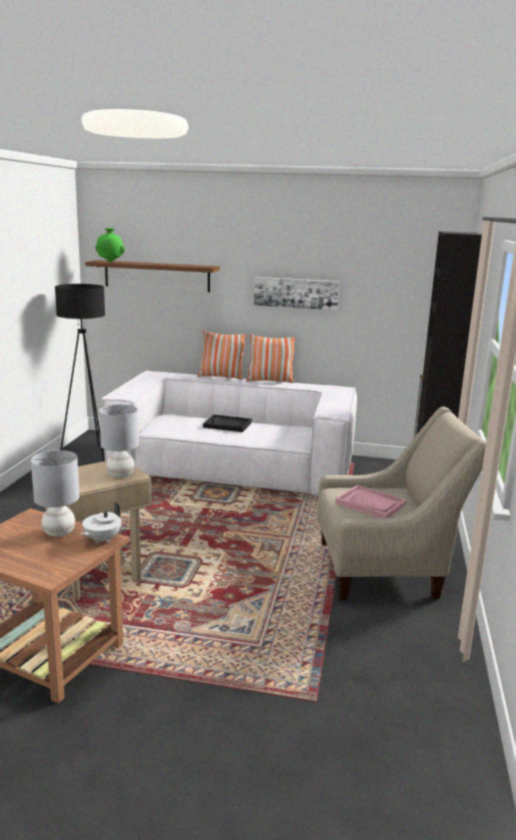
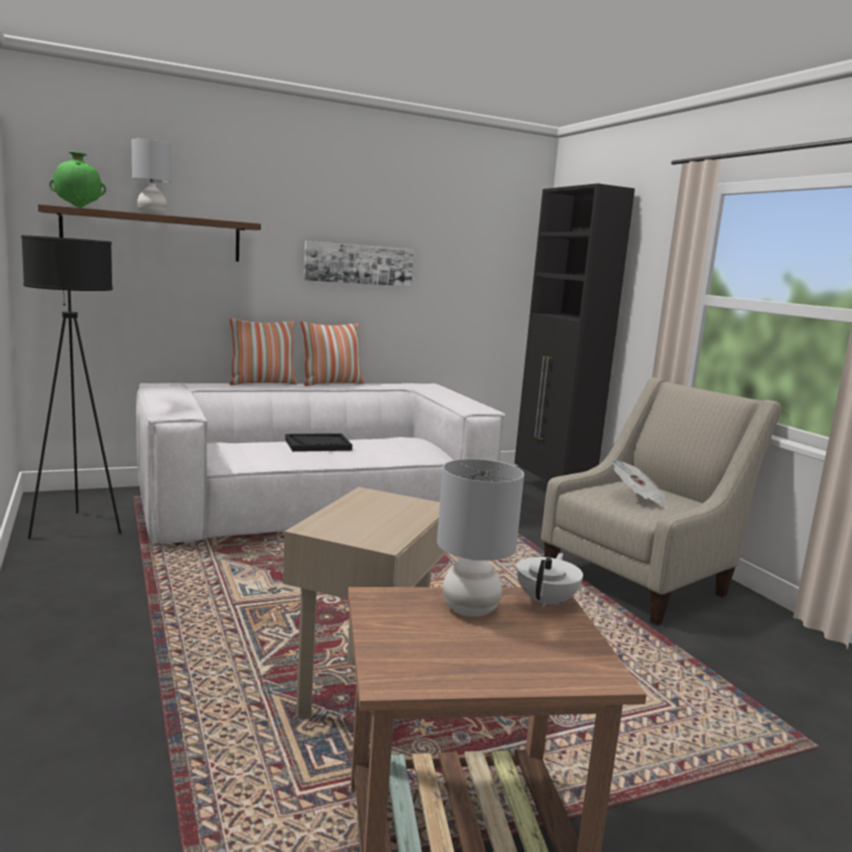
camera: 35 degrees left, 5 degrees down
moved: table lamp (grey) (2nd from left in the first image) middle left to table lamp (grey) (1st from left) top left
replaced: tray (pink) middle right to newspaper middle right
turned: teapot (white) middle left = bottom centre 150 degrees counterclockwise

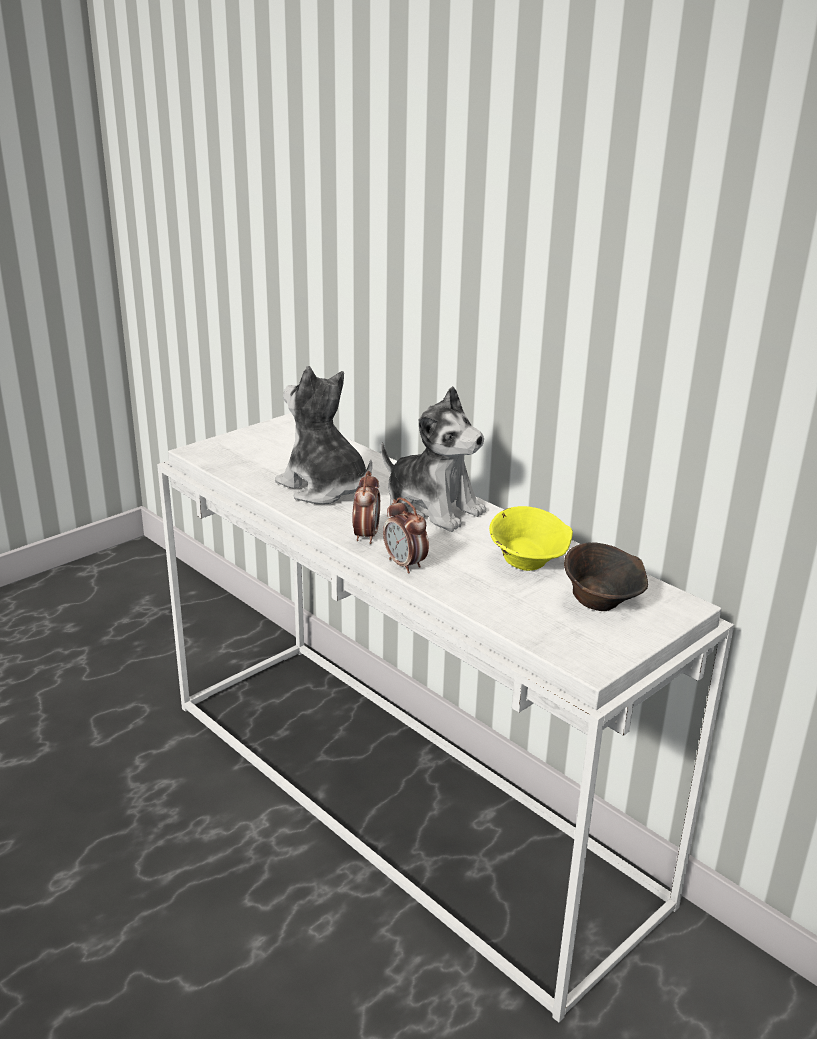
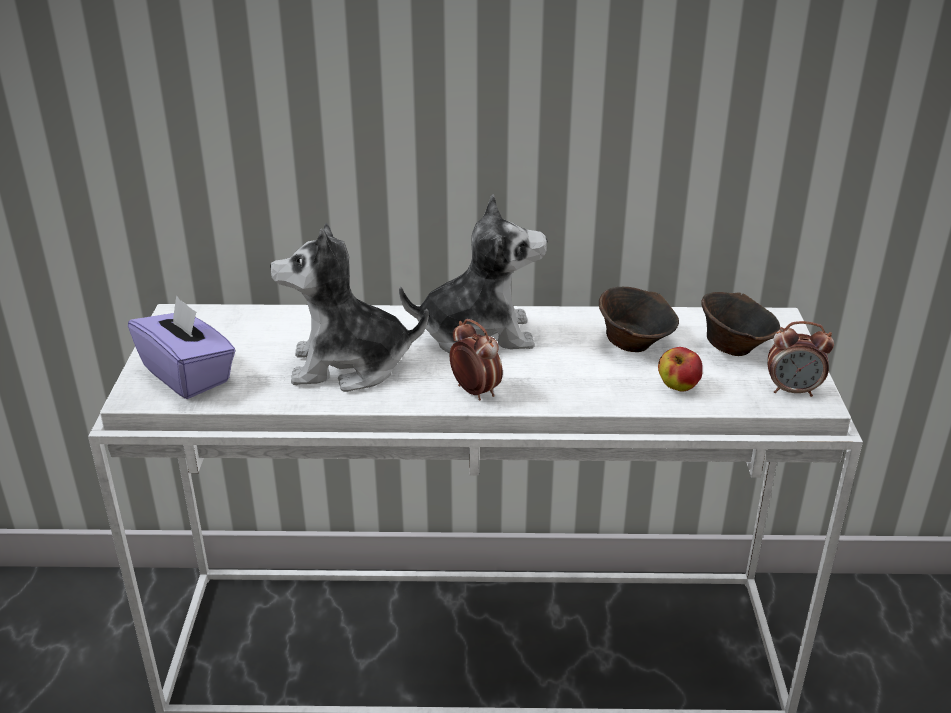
camera: 45 degrees left, 5 degrees up
added: tissue box (purple) middle left; apple middle right
moved: alarm clock (2nd from left) centre to middle right
recoloured: bowl (yellow) centre to bowl (brown) (1st from left) middle right

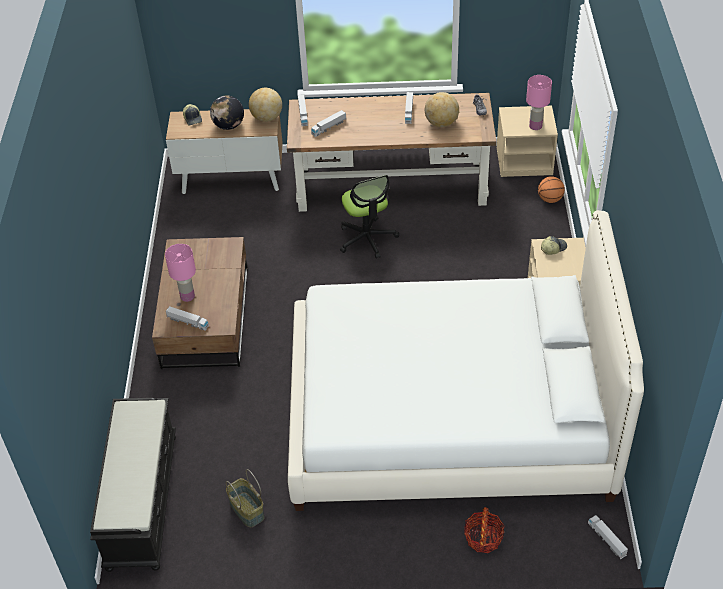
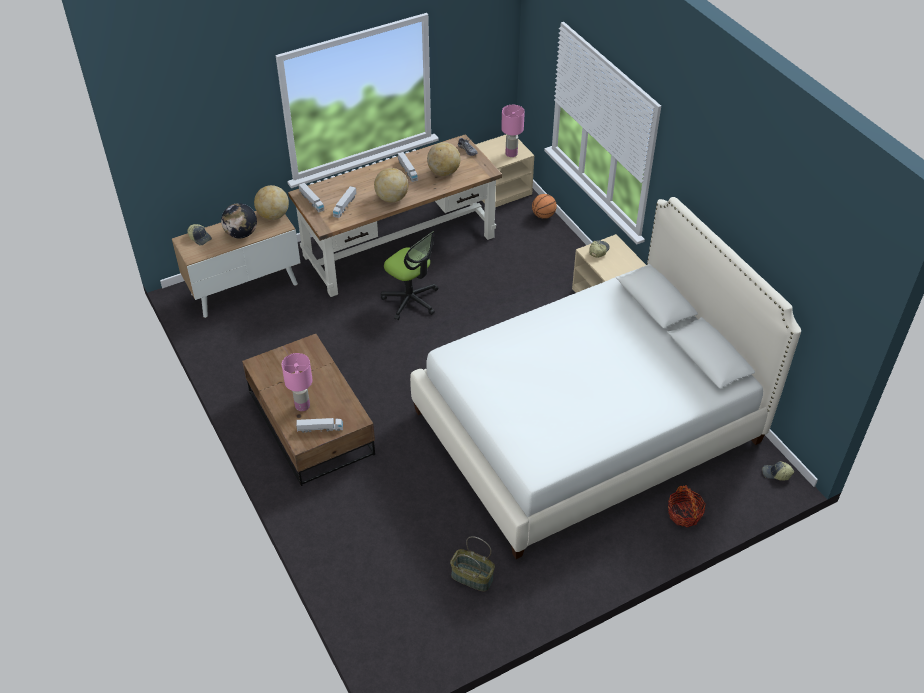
camera: 30 degrees left, 0 degrees up
removed: bench (black) bottom left
added: globe (3rd from left) top centre
replaced: toy truck (5th from left) bottom right to cap (3rd from left) bottom right

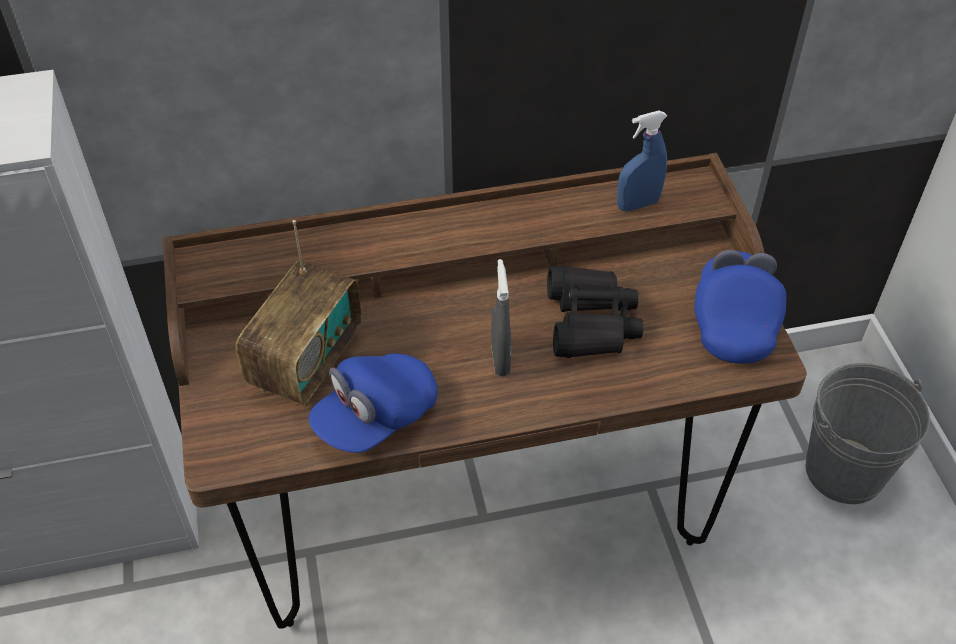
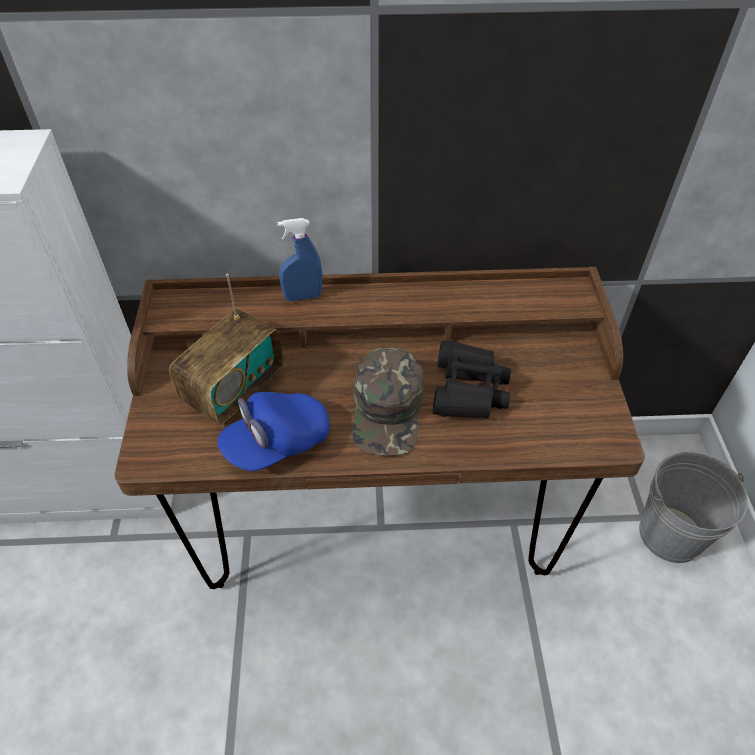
camera: 10 degrees right, 0 degrees up
removed: cap (blue) (2nd from left) middle right
moved: spray bottle (blue) top right to centre
replaced: spray bottle (grey) centre to cap (green) centre

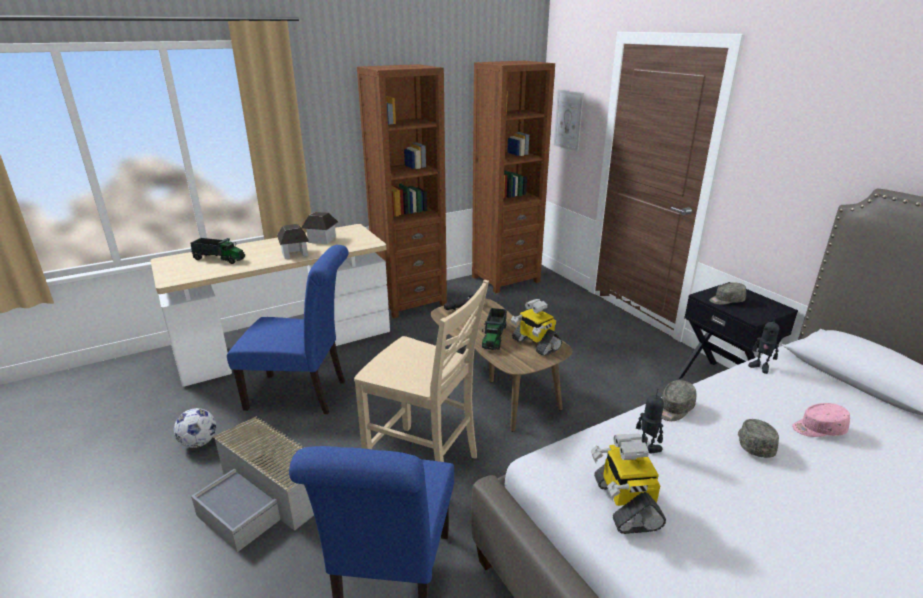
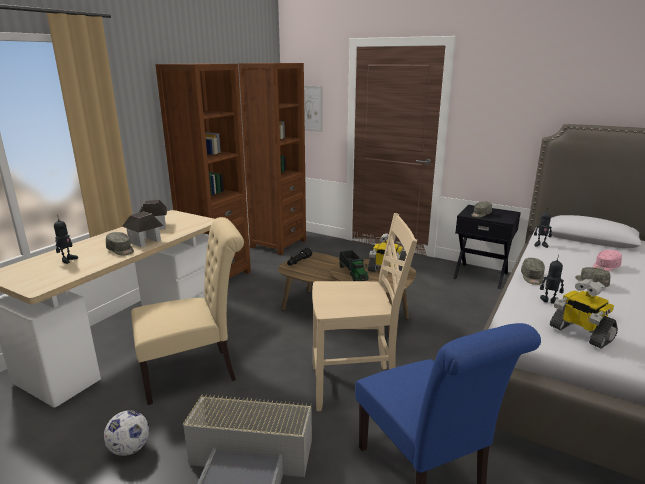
camera: 30 degrees left, 5 degrees down
added: cap (grey) (1st from left) middle left
replaced: toy truck (1st from left) middle left to toy robot (1st from left) middle left
recoloured: chair (blue) (1st from left) middle left to chair (beige) (1st from left) middle left

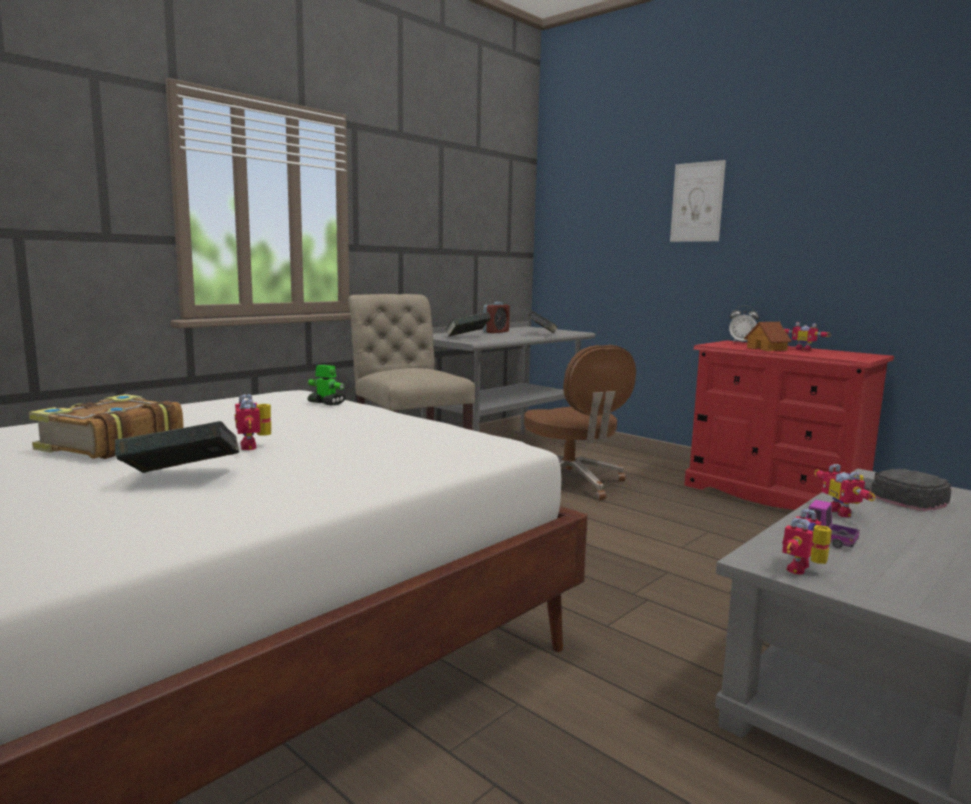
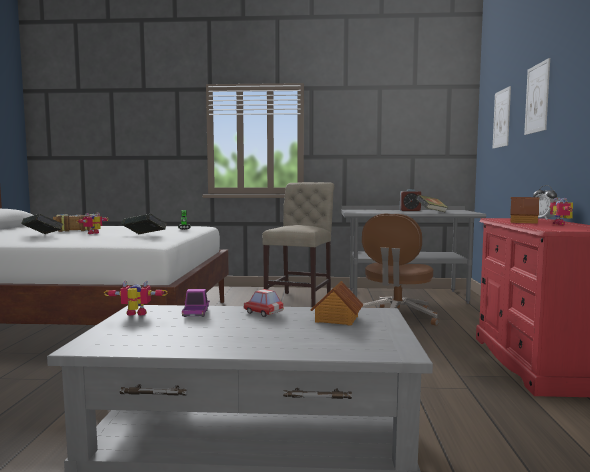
camera: 50 degrees right, 5 degrees down
added: picture (1st from left) top right
moved: book (3rd from left) centre to middle left
replaced: toy robot (5th from left) middle right to toy car centre; cap (black) middle right to toy house (1st from left) centre

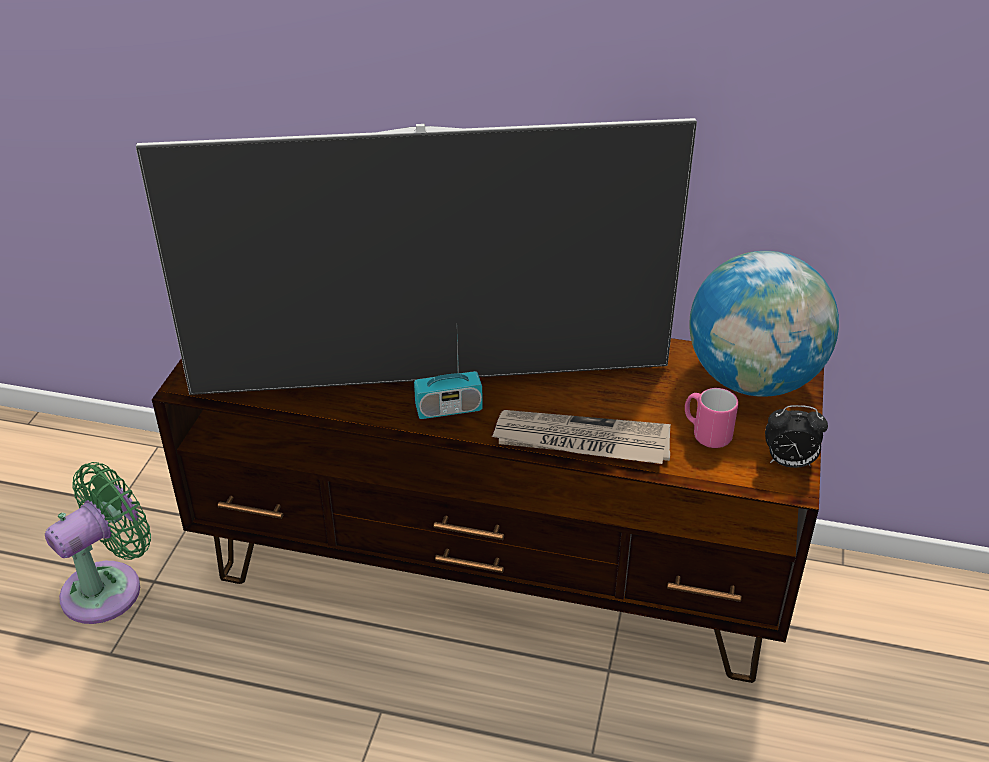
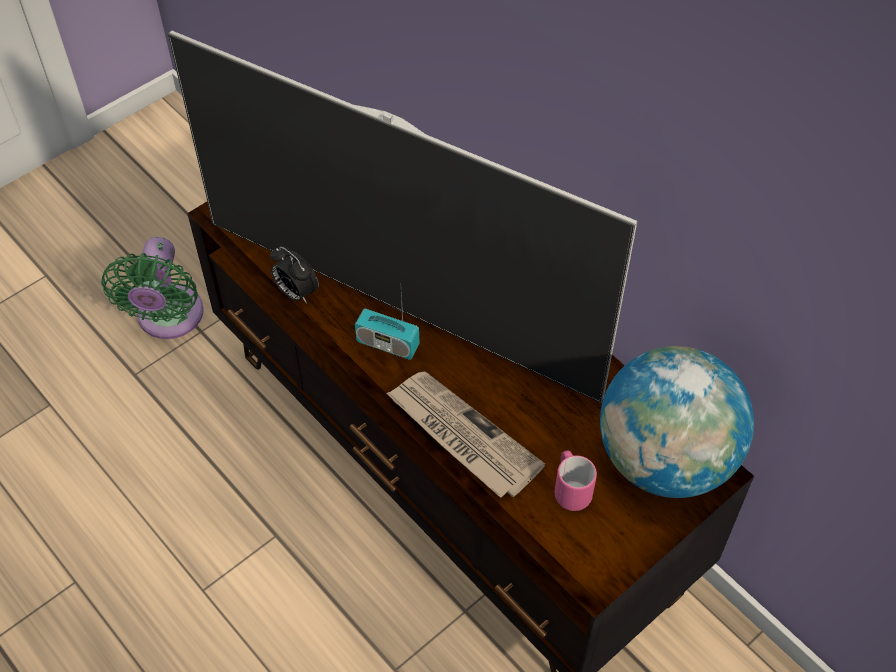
camera: 35 degrees right, 15 degrees up
moved: alarm clock middle right to middle left
turned: fan (green) bottom left = middle left 105 degrees clockwise

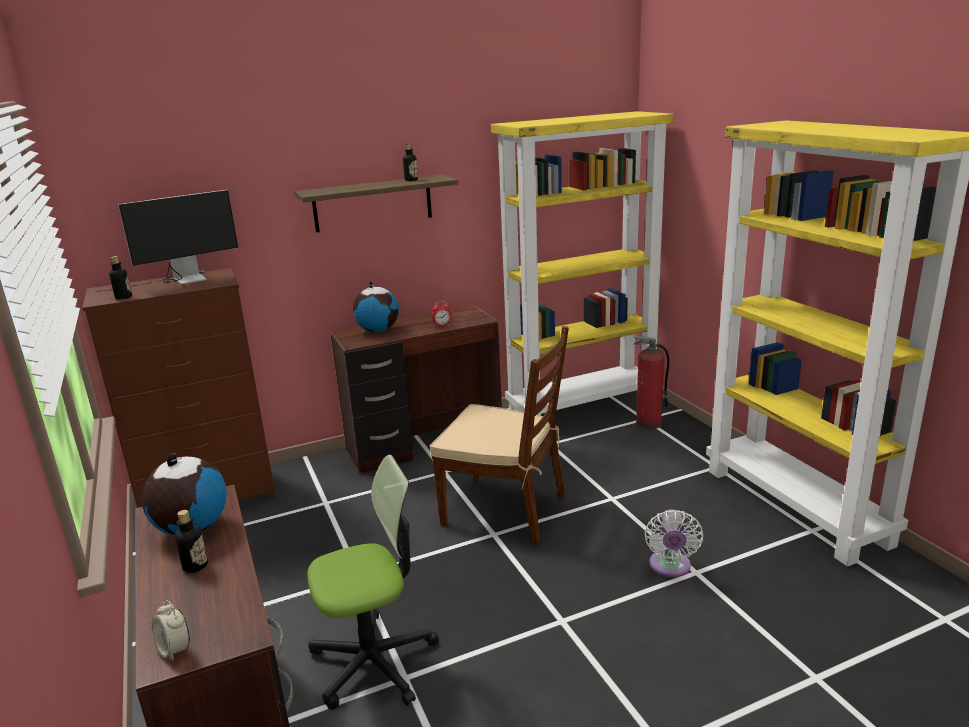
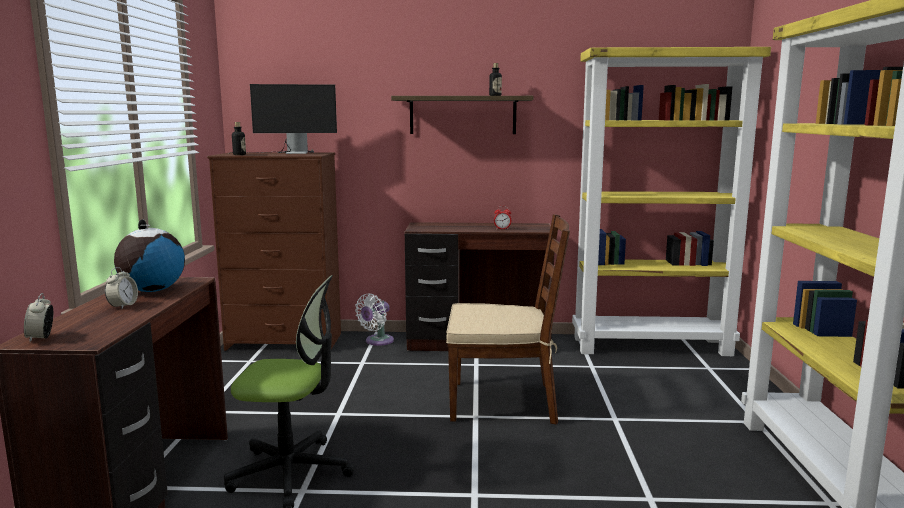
camera: 25 degrees right, 10 degrees down
removed: globe (2nd from left) centre; fire extinguisher middle right
moved: fan (white) bottom right to centre
replaced: bottle (2nd from left) bottom left to alarm clock (2nd from left) middle left
turned: chair (brown) centre = centre 45 degrees counterclockwise

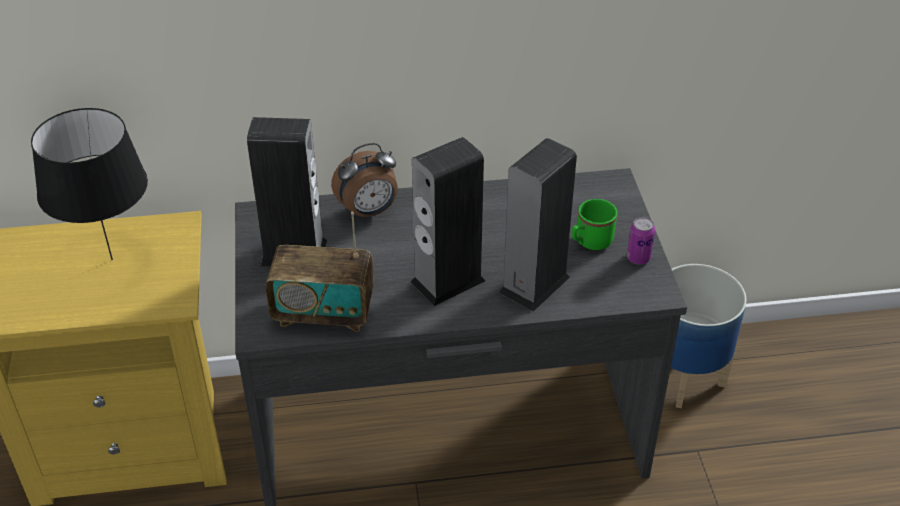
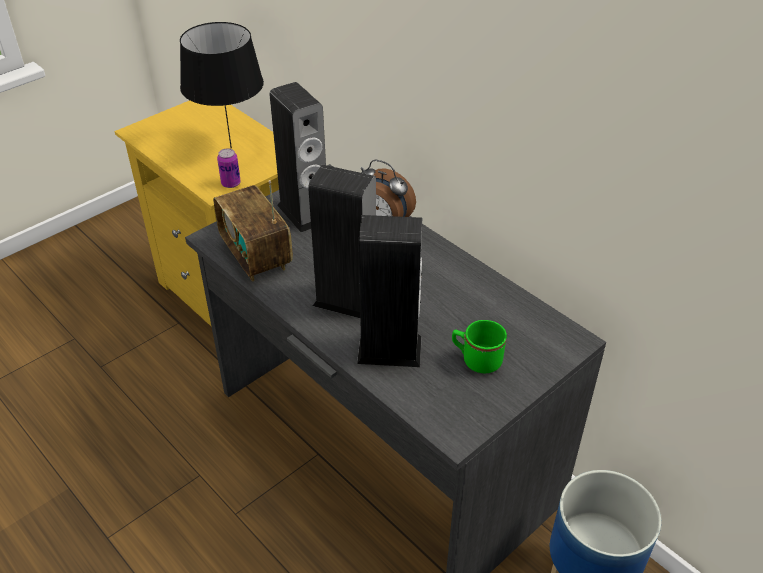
camera: 55 degrees right, 0 degrees up
moved: can middle right to top left

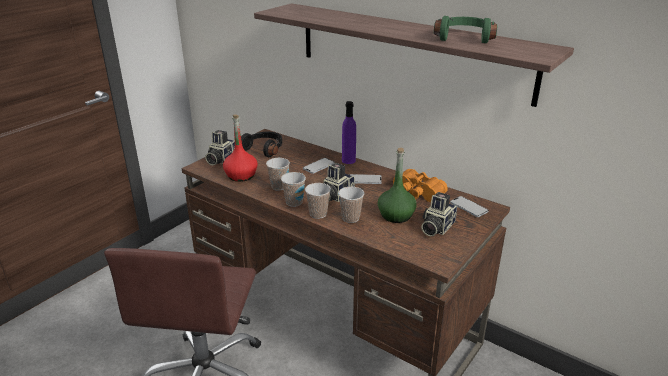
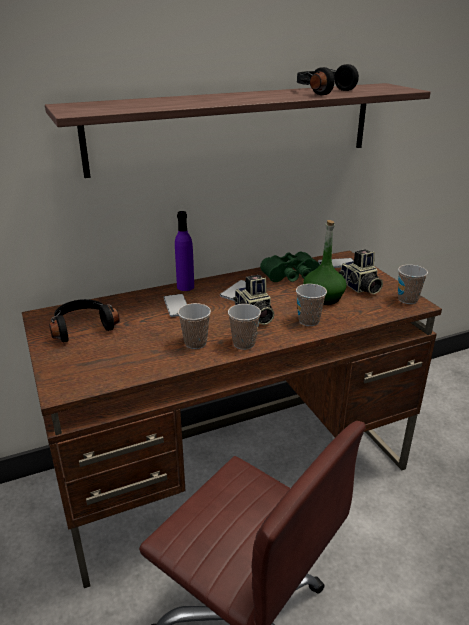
camera: 60 degrees left, 0 degrees up
removed: photo camera (1st from left) middle left; bottle (red) centre
moved: cup (3rd from left in the first image) centre to cup (4th from left) middle right
recoloured: binoculars (orange) centre to binoculars (green) centre; headphones (green) top right to headphones (black) (2nd from left) top right

